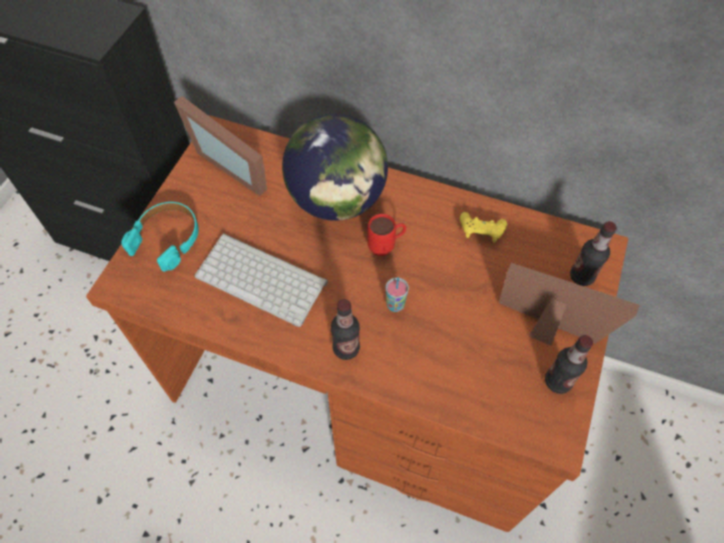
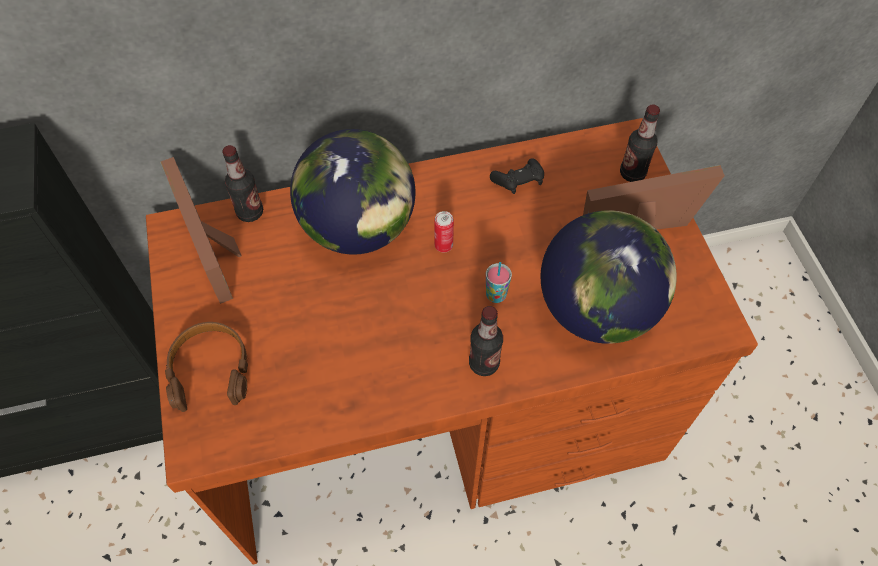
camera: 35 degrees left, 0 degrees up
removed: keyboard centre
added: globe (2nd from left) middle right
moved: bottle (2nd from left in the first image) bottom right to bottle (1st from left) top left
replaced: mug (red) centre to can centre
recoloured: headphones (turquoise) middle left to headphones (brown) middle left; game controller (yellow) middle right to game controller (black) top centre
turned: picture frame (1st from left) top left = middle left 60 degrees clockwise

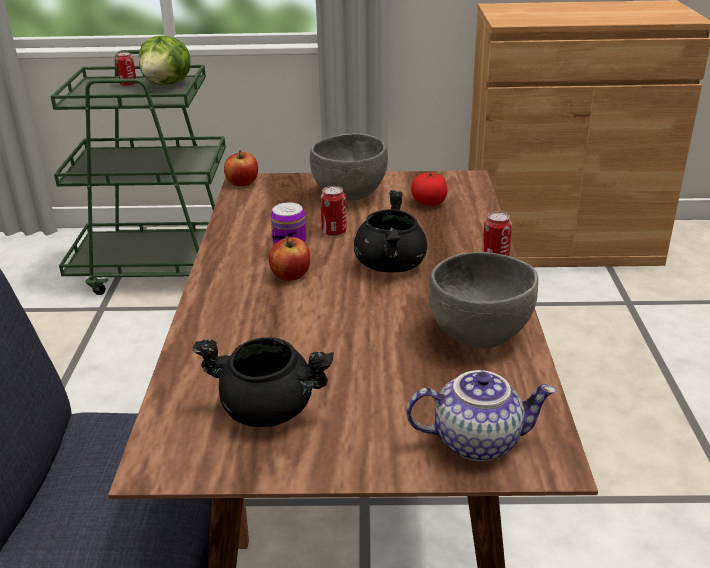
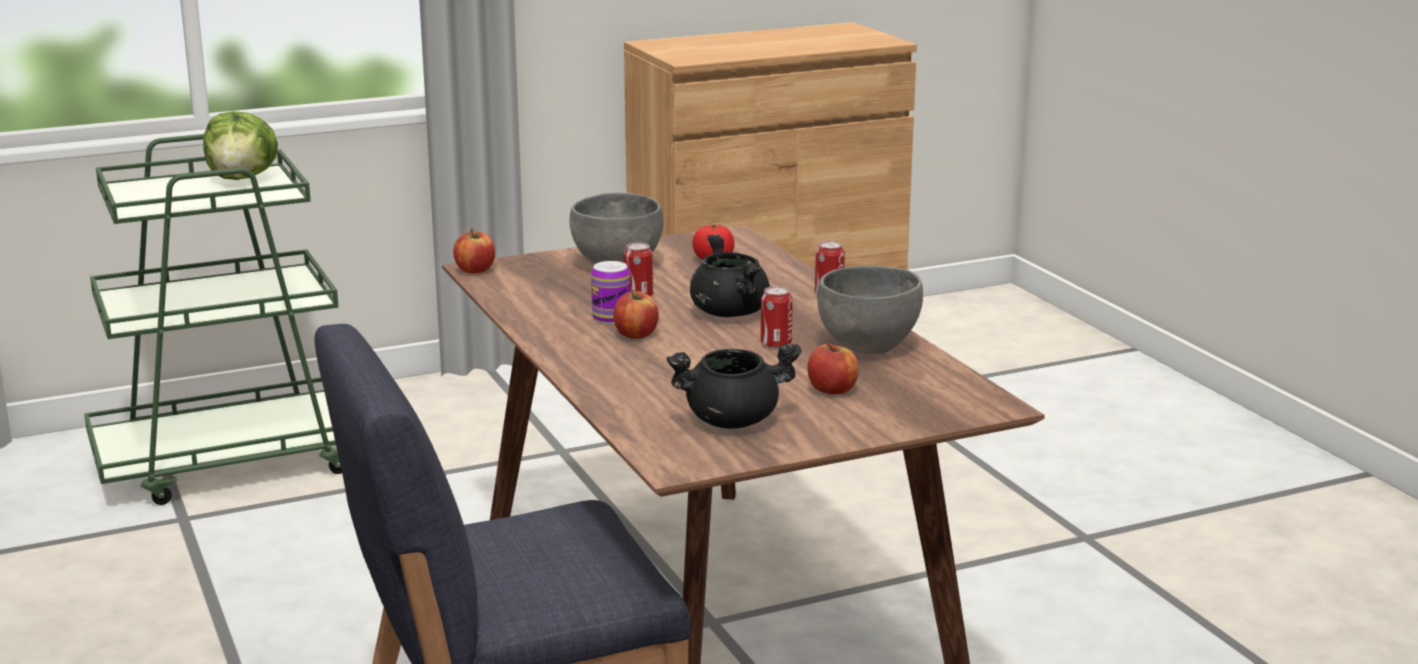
camera: 25 degrees left, 10 degrees down
removed: teapot bottom right
added: apple (3rd from left) centre
moved: can (1st from left in the first image) top left to can (3rd from left) centre

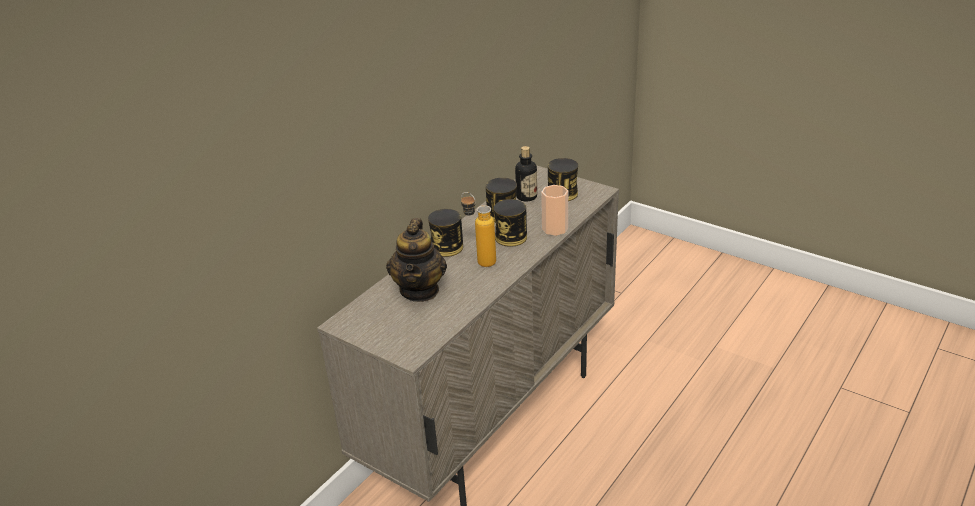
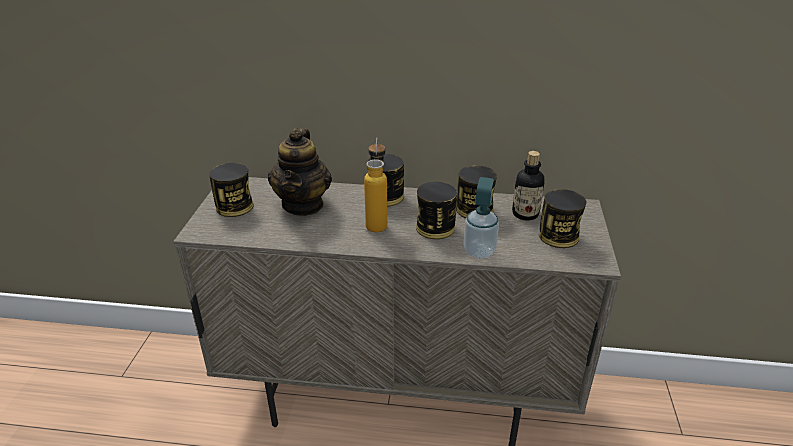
camera: 60 degrees right, 0 degrees up
added: can (1st from left) middle left
replaced: cup centre to soap dispenser centre
turned: teapot centre = centre 60 degrees counterclockwise

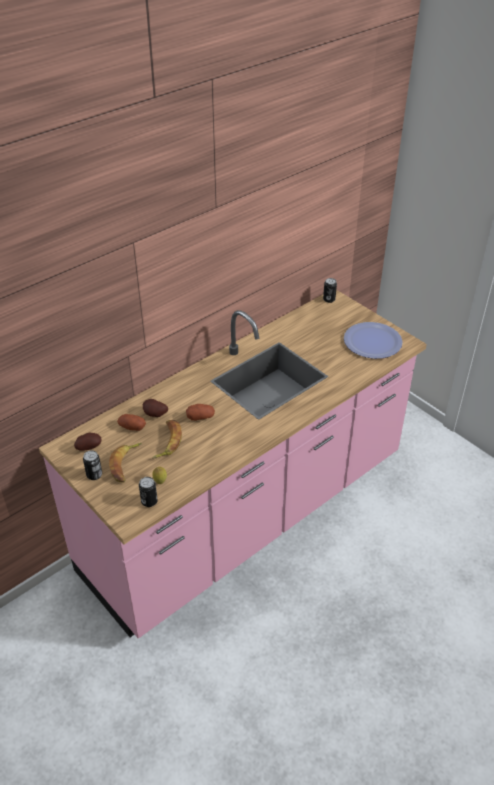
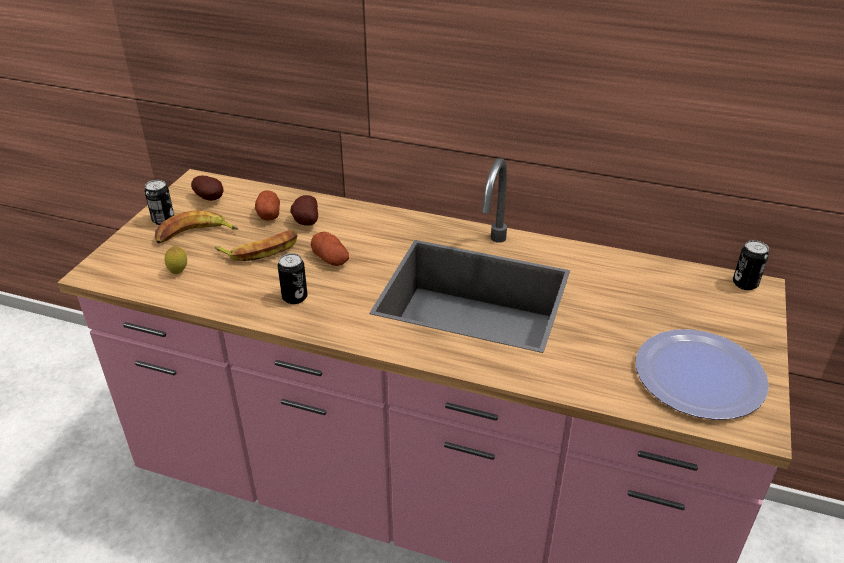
camera: 60 degrees right, 5 degrees down
moved: can (2nd from left) middle left to centre

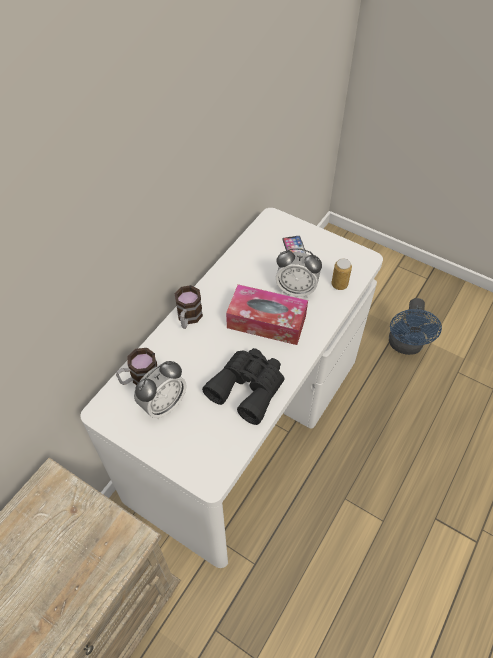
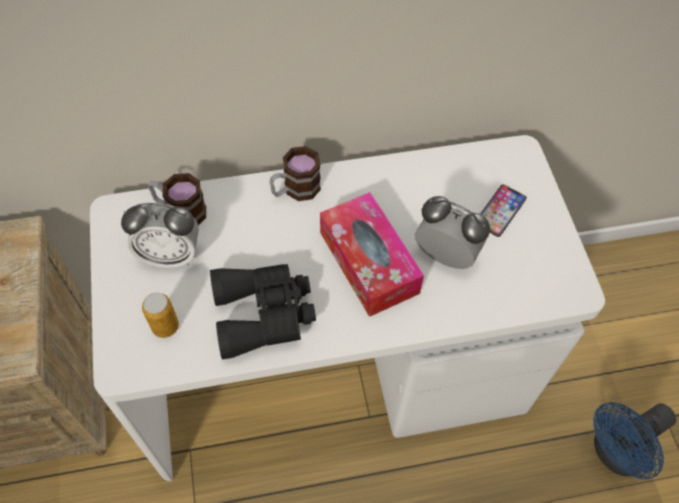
camera: 45 degrees right, 5 degrees up
moved: can middle right to middle left
turned: alarm clock (2nd from left) centre = centre 150 degrees clockwise

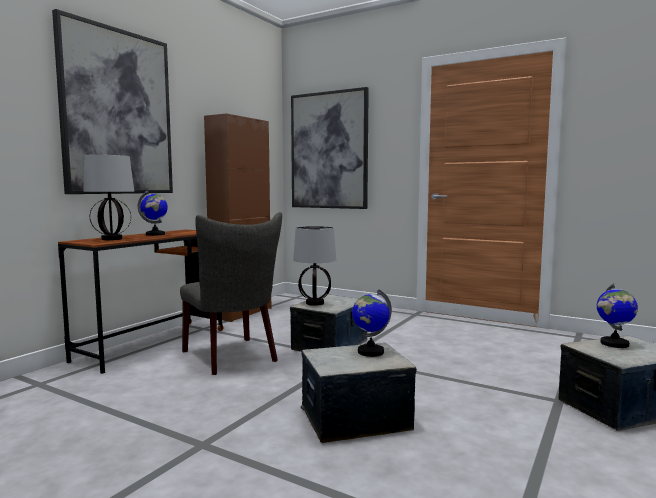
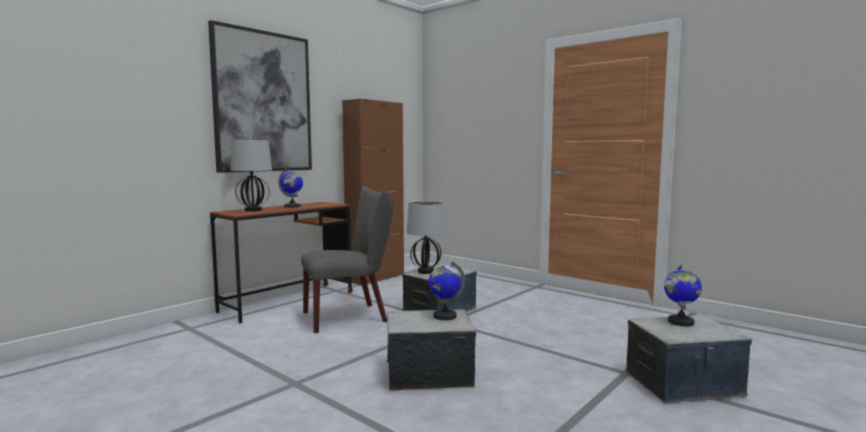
camera: 10 degrees right, 0 degrees up
removed: picture (2nd from left) top centre
turned: chair (grey) centre = centre 90 degrees counterclockwise

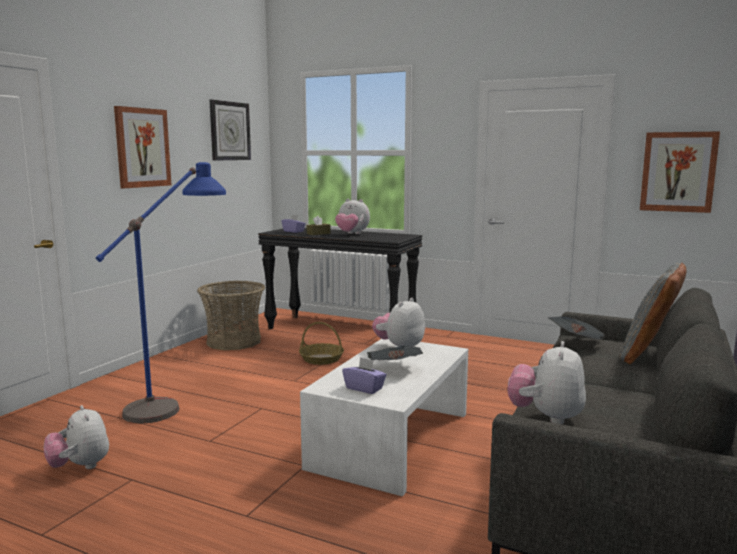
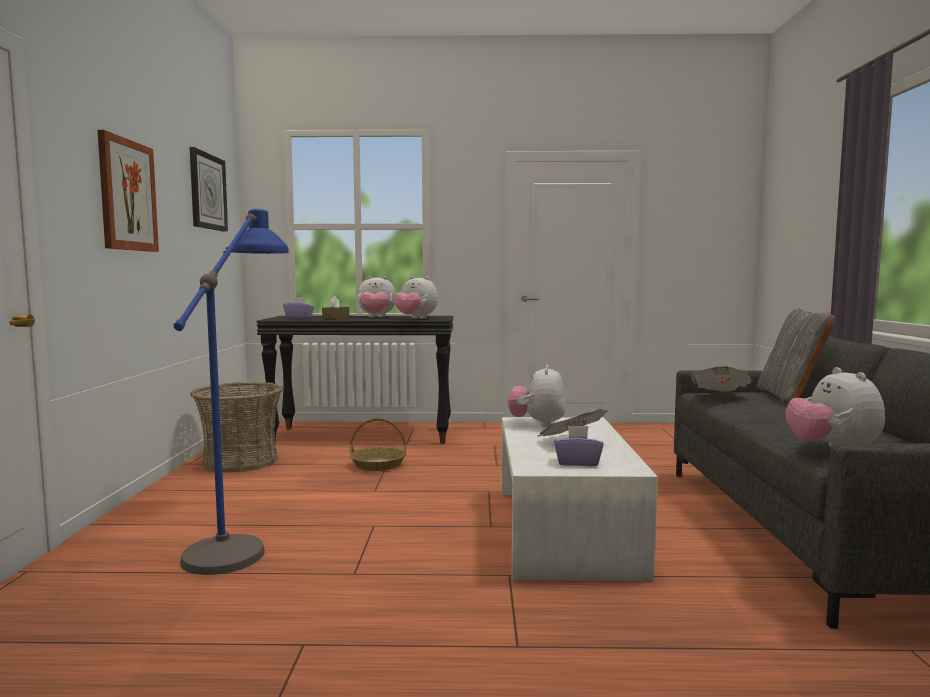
camera: 25 degrees left, 5 degrees down
removed: picture (2nd from left) top right
moved: plush toy (1st from left in the first image) bottom left to plush toy (2nd from left) centre

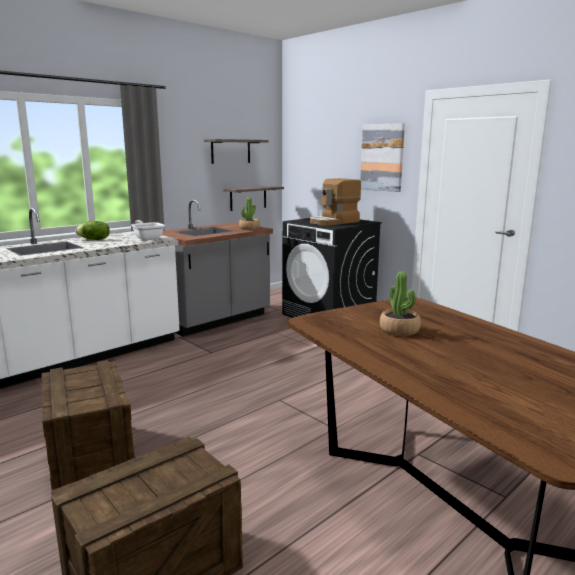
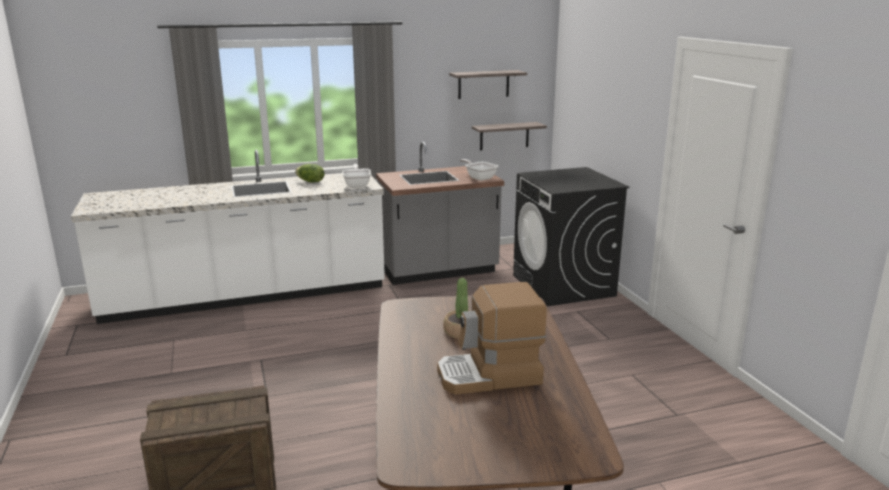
camera: 25 degrees right, 5 degrees up
removed: crate (1st from left) bottom left; picture top centre
moved: coffee machine centre to bottom centre
replaced: potted plant (1st from left) centre to frying pan (2nd from left) centre

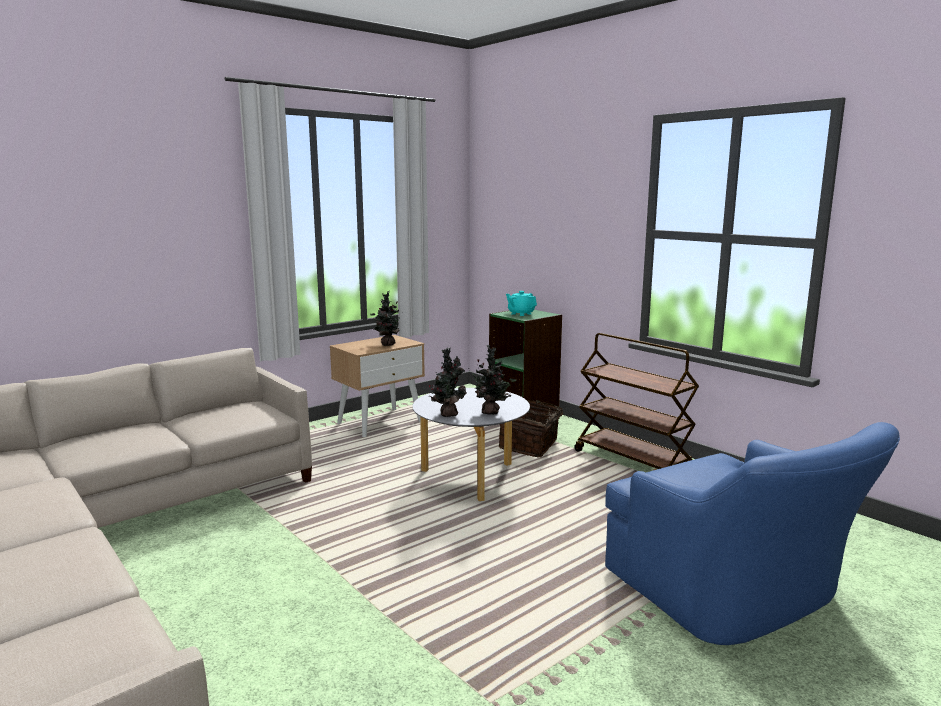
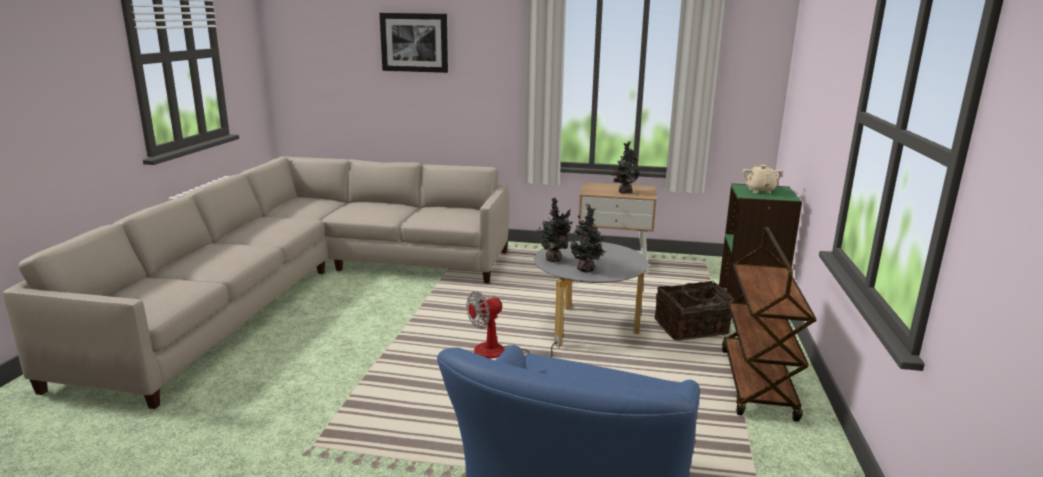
camera: 50 degrees right, 5 degrees up
added: picture top centre; fan bottom centre
recoloured: teapot (turquoise) centre to teapot (beige) middle right

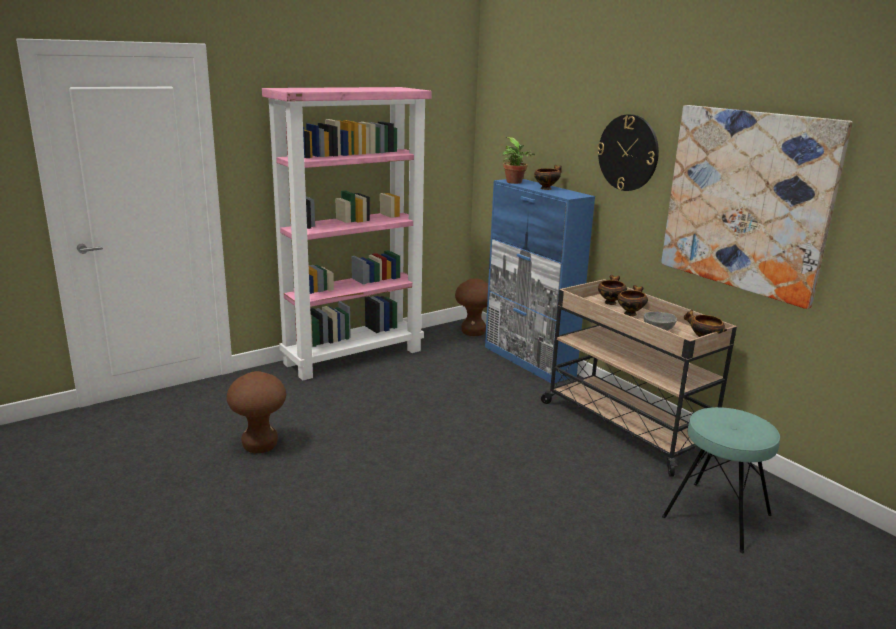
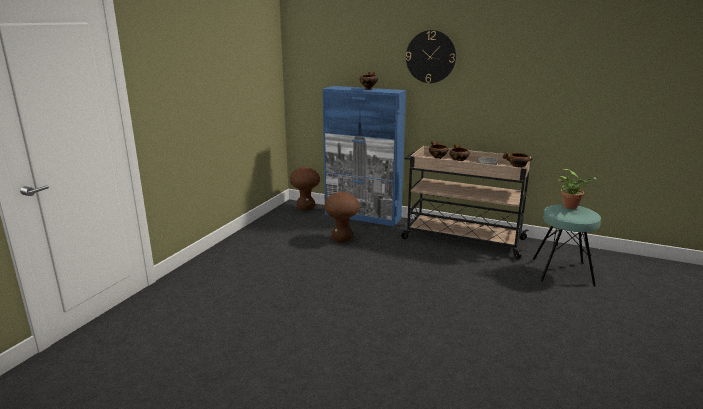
camera: 30 degrees left, 0 degrees up
removed: bookcase (pink) centre; picture top right
moved: stool (brown) (1st from left in the first image) middle left to stool (brown) (2nd from left) centre; potted plant top centre to middle right

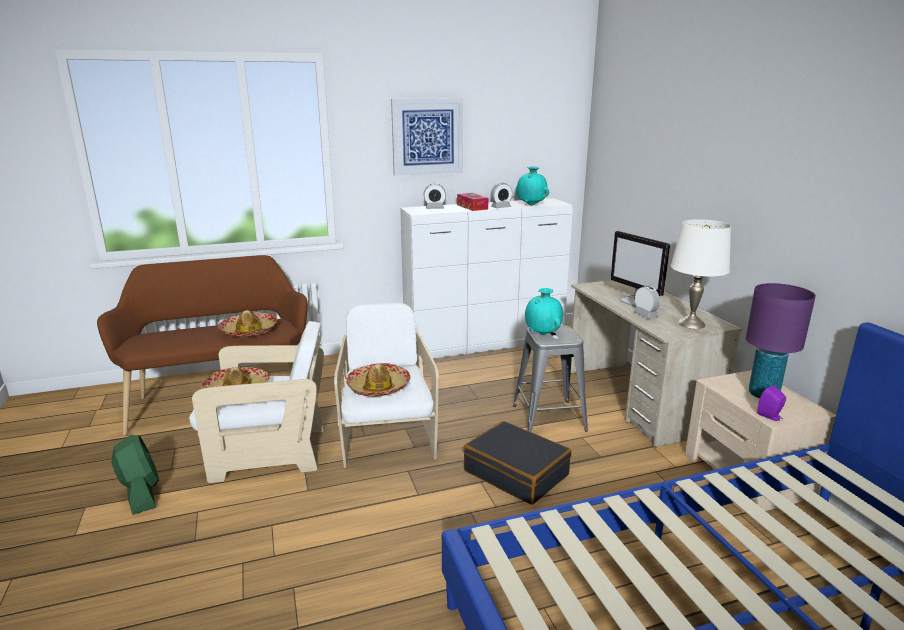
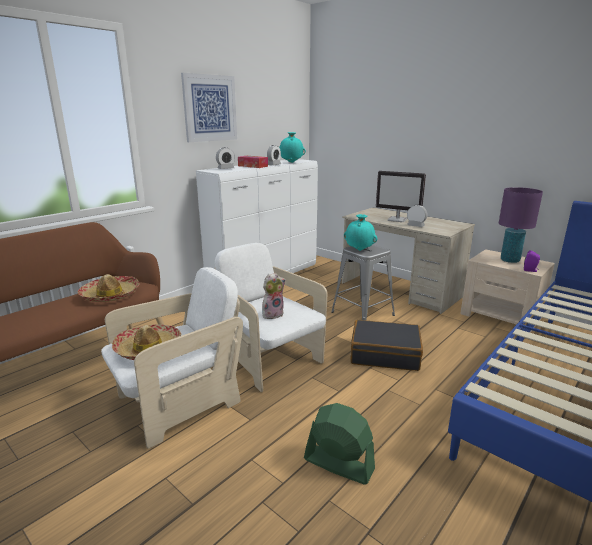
camera: 30 degrees left, 0 degrees up
removed: table lamp (white) middle right
moved: fan (green) bottom left to bottom centre
replaced: hat (3rd from left) centre to plush toy centre

